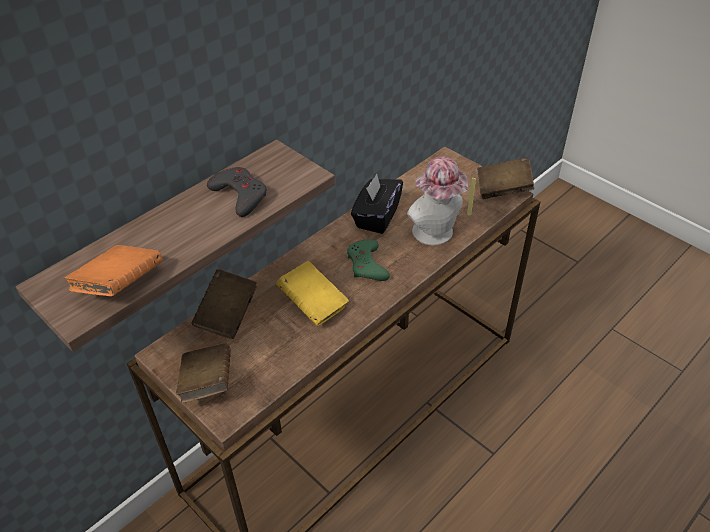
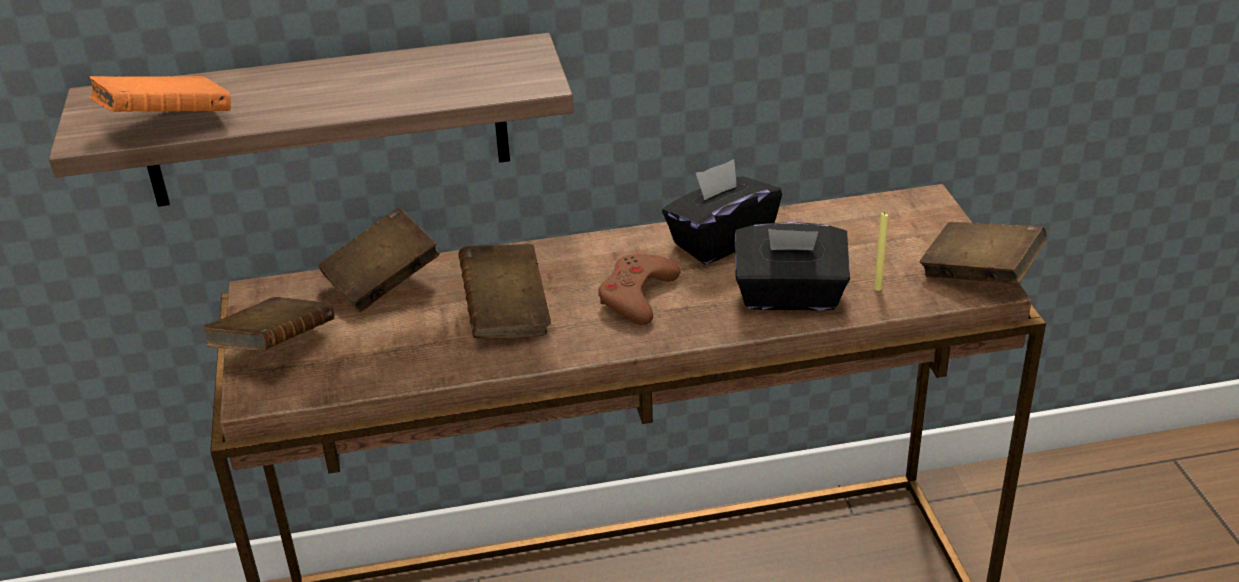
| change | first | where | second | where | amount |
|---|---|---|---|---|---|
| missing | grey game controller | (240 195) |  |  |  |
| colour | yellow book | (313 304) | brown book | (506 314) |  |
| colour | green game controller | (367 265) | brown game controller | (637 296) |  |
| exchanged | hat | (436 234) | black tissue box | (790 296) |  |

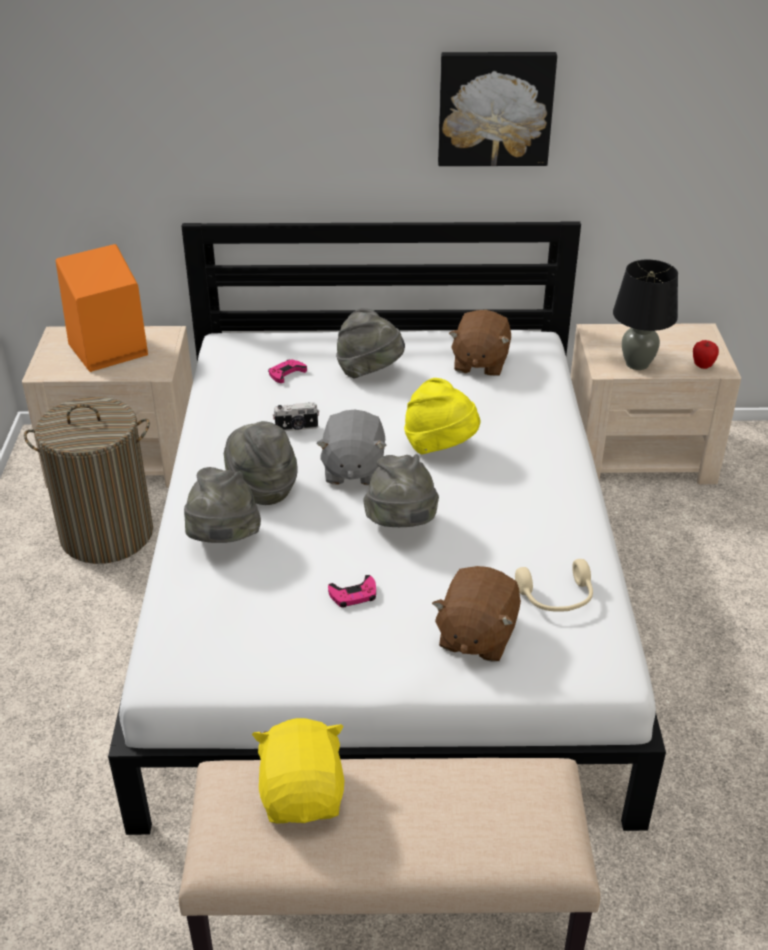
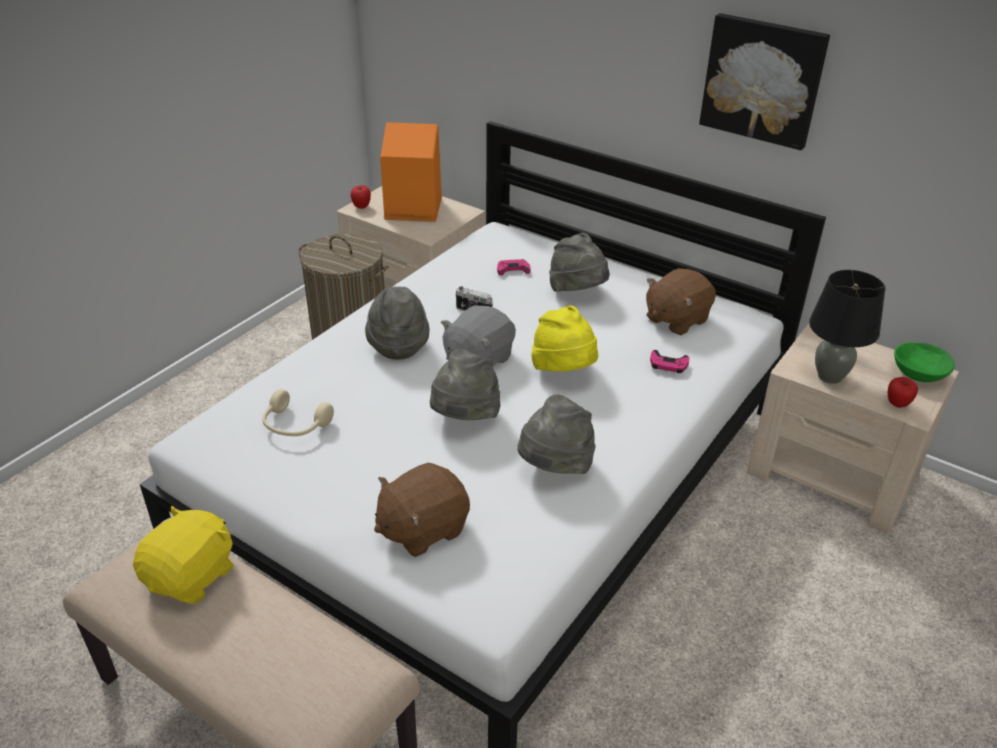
| change | first | where | second | where | amount |
|---|---|---|---|---|---|
| relocated | grey hat | (223 541) |  | (555 467) |  |
| relocated | pink game controller | (353 595) |  | (668 365) |  |
| relocated | beige headphones | (556 598) |  | (294 425) |  |
| appeared |  |  | apple | (361 207) |  |
| appeared |  |  | green bowl | (917 374) |  |

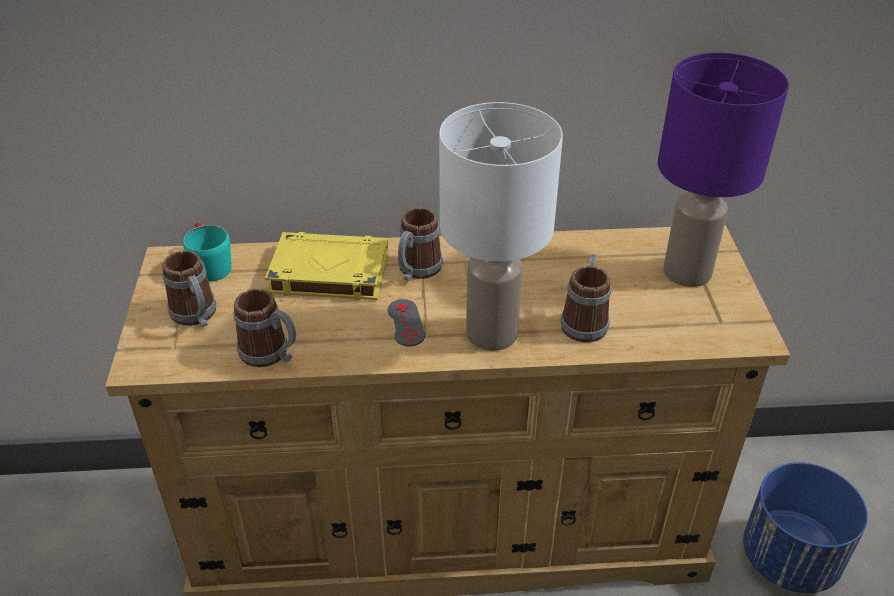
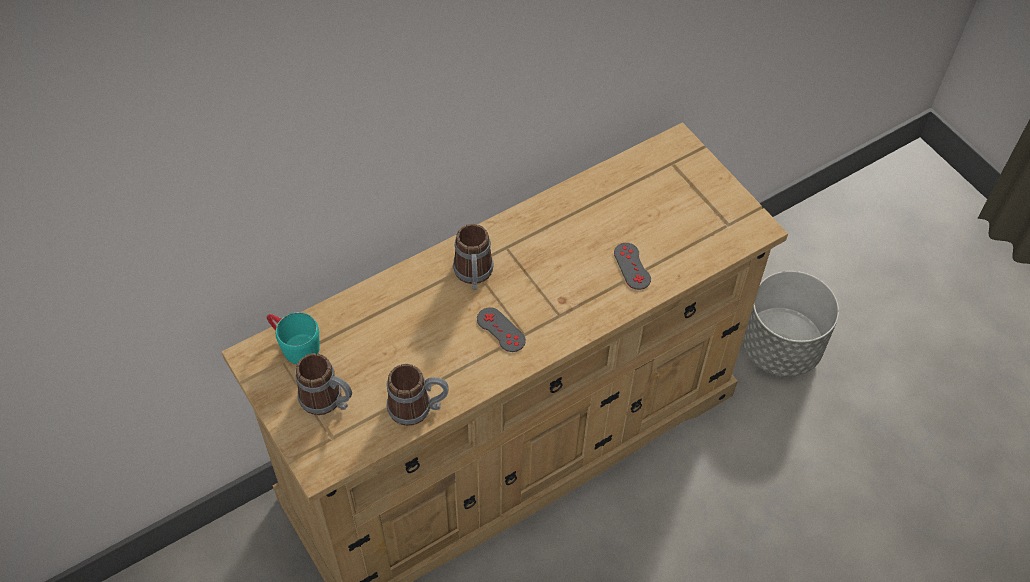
| change | first | where | second | where | amount |
|---|---|---|---|---|---|
| missing | yellow book | (328 273) |  |  |  |
| missing | white table lamp | (490 332) |  |  |  |
| exchanged | mug | (585 320) | grey game controller | (632 266) |  |
| missing | purple table lamp | (685 272) |  |  |  |
| colour | blue planter | (790 558) | grey planter | (781 348) |  |

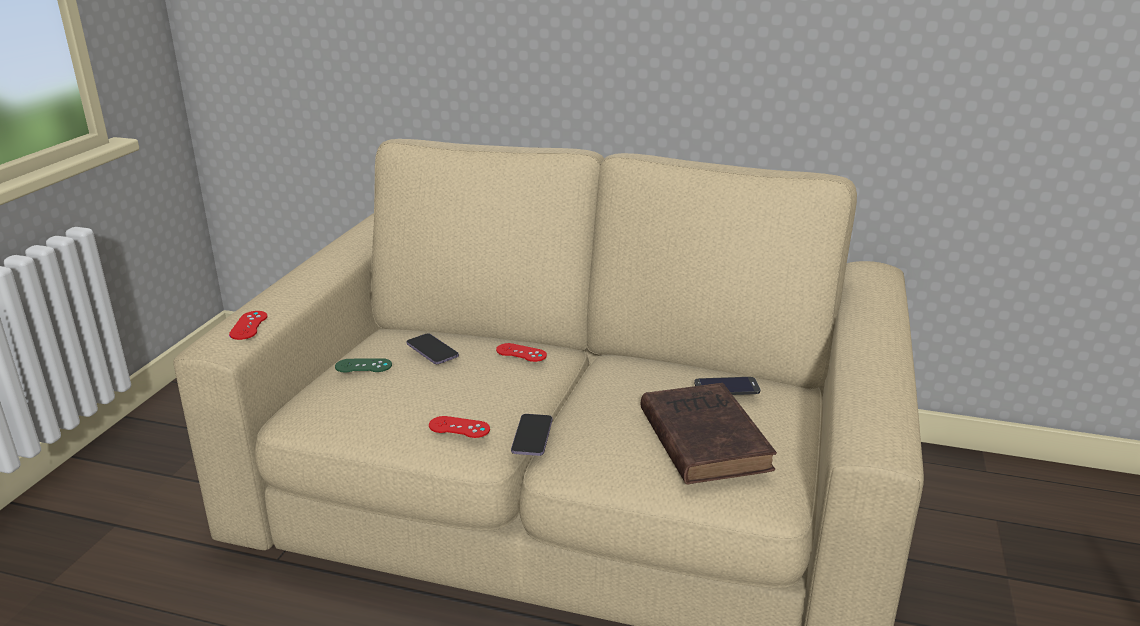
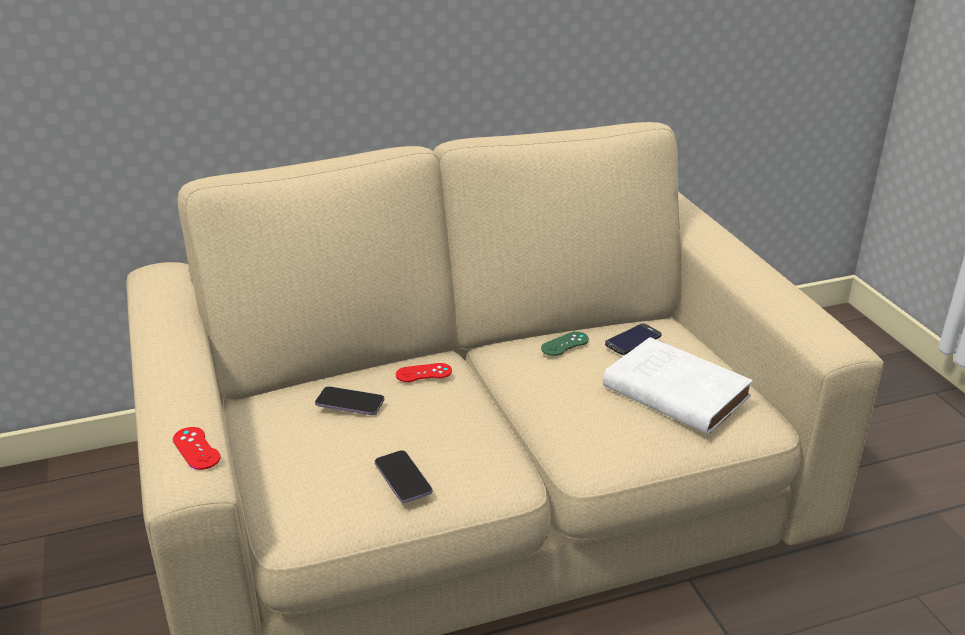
| change | first | where | second | where | amount |
|---|---|---|---|---|---|
| relocated | green game controller | (363 366) |  | (565 344) |  |
| missing | red game controller | (459 427) |  |  |  |
| relocated | phone | (532 436) |  | (403 478) |  |
| colour | brown book | (702 437) | white book | (672 390) |  |

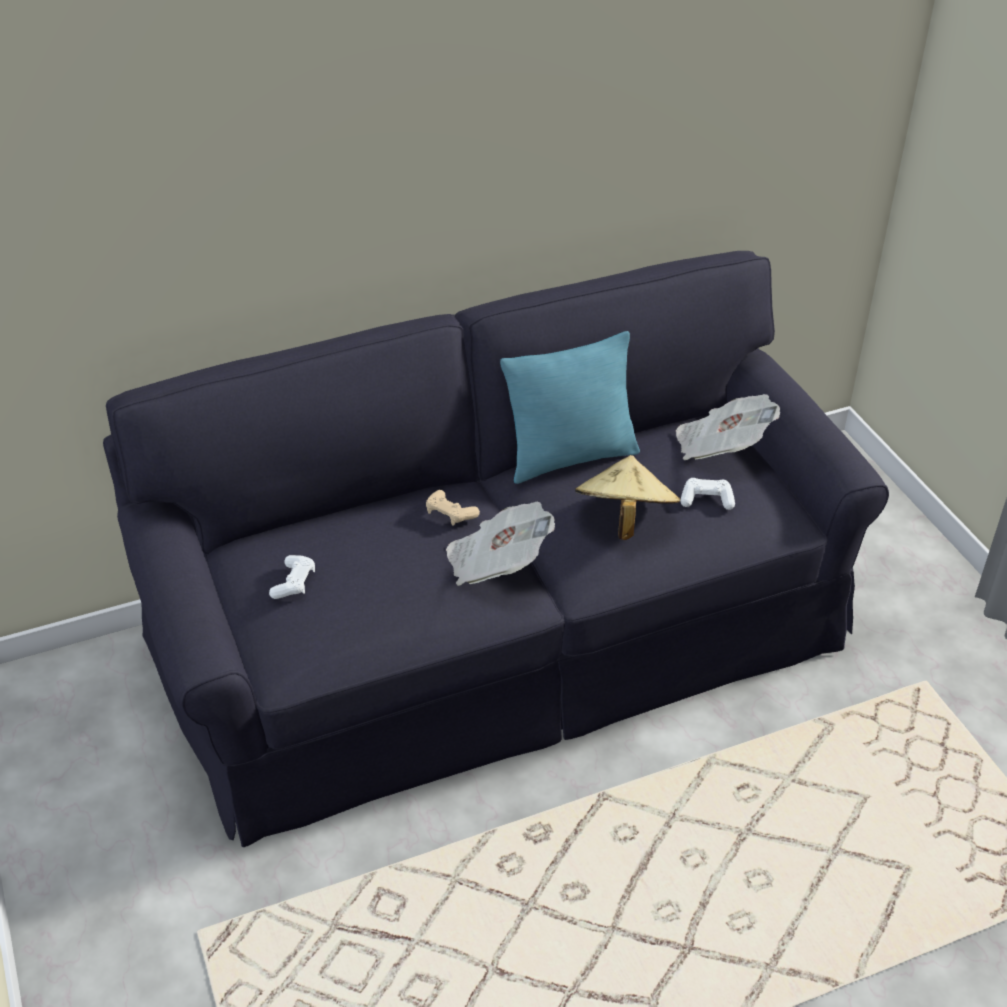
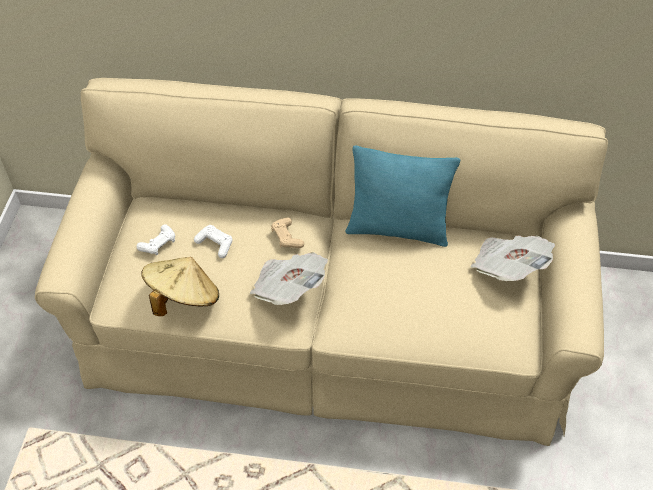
| change | first | where | second | where | amount |
|---|---|---|---|---|---|
| colour | black sofa | (503 638) | beige sofa | (326 324) |  |
| relocated | beige hat | (624 520) |  | (183 298) |  |
| relocated | white game controller | (707 500) |  | (215 244) |  |

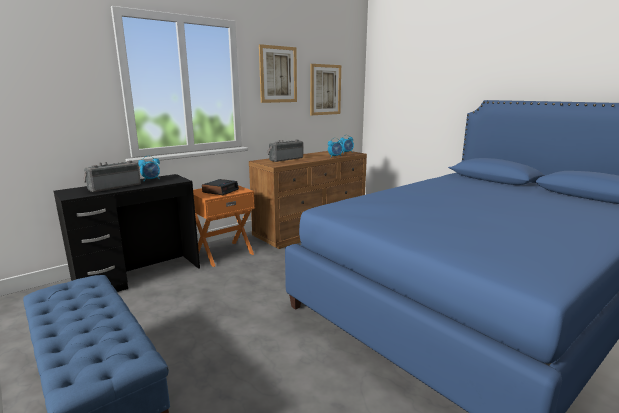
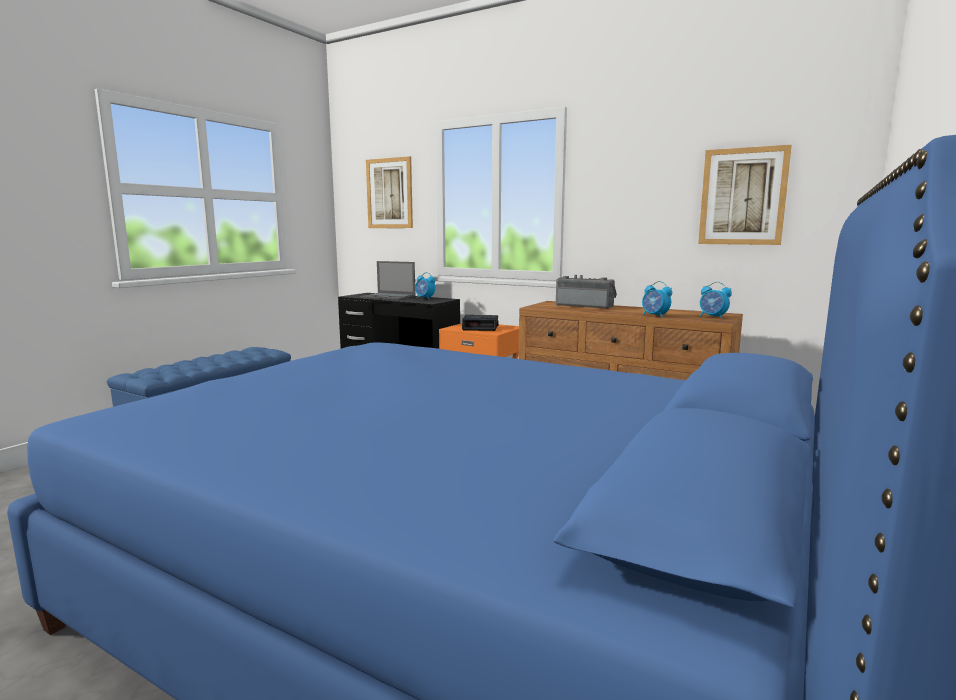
| change | first | where | second | where | amount |
|---|---|---|---|---|---|
| exchanged | radio | (114 187) | laptop | (388 297) |  |
| relocated | picture | (278 74) |  | (389 193) |  |

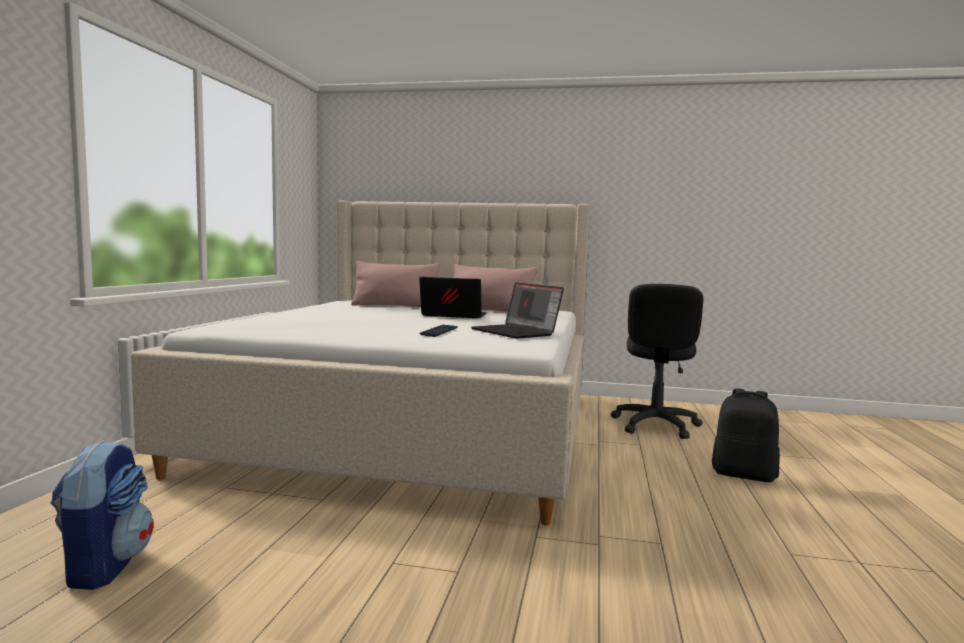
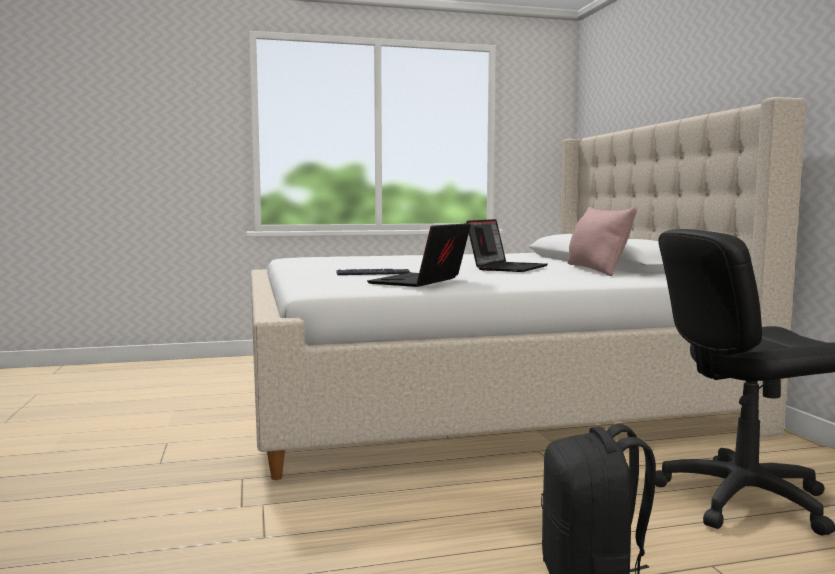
| change | first | where | second | where | amount |
|---|---|---|---|---|---|
| missing | backpack | (105 566) |  |  |  |
| missing | pink pillow | (395 306) |  |  |  |
| spun | laptop | (452 315) |  | (507 268) | 45 degrees clockwise |

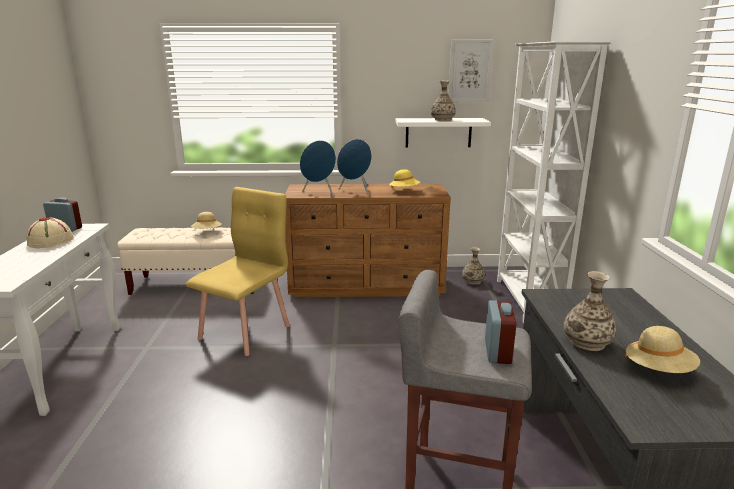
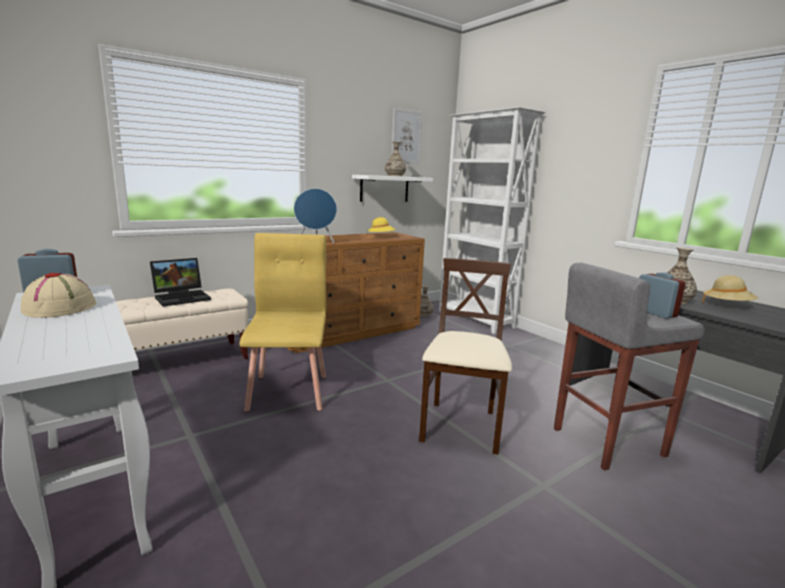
| change | first | where | second | where | amount |
|---|---|---|---|---|---|
| exchanged | beige hat | (207 232) | laptop | (183 297) |  |
| missing | blue speaker | (355 191) |  |  |  |
| appeared |  |  | beige chair | (461 427) |  |

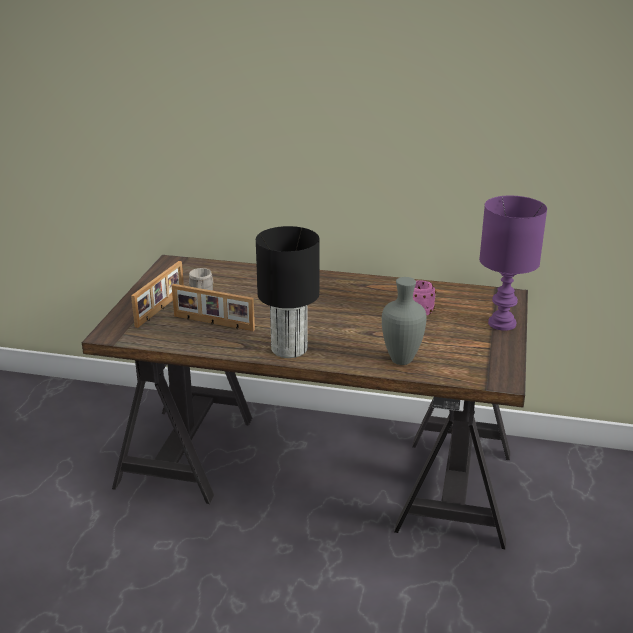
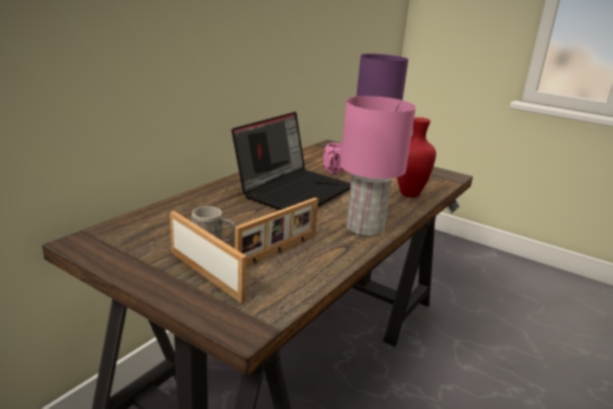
| change | first | where | second | where | amount |
|---|---|---|---|---|---|
| colour | black table lamp | (290 349) | pink table lamp | (364 227) |  |
| colour | grey vase | (402 359) | red vase | (408 194) |  |
| appeared |  |  | laptop | (294 190) |  |

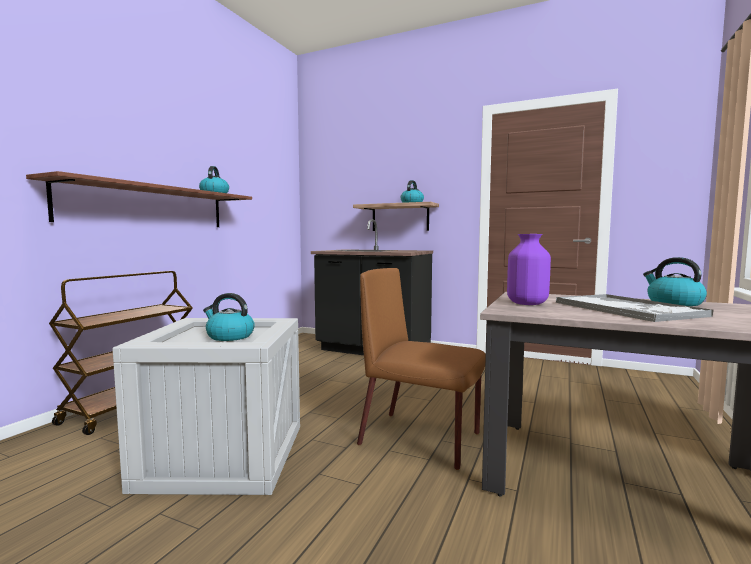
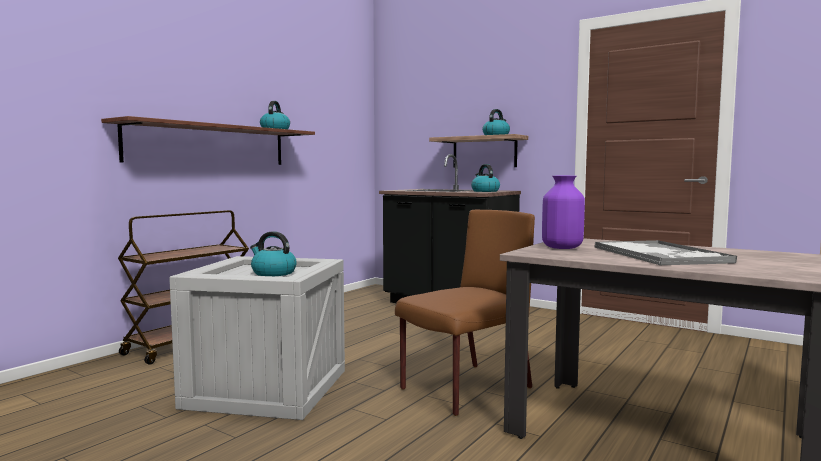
| change | first | where | second | where | amount |
|---|---|---|---|---|---|
| spun | brown chair | (422 439) |  | (464 389) | 105 degrees clockwise |
| relocated | kettle | (673 303) |  | (484 191) |  |

